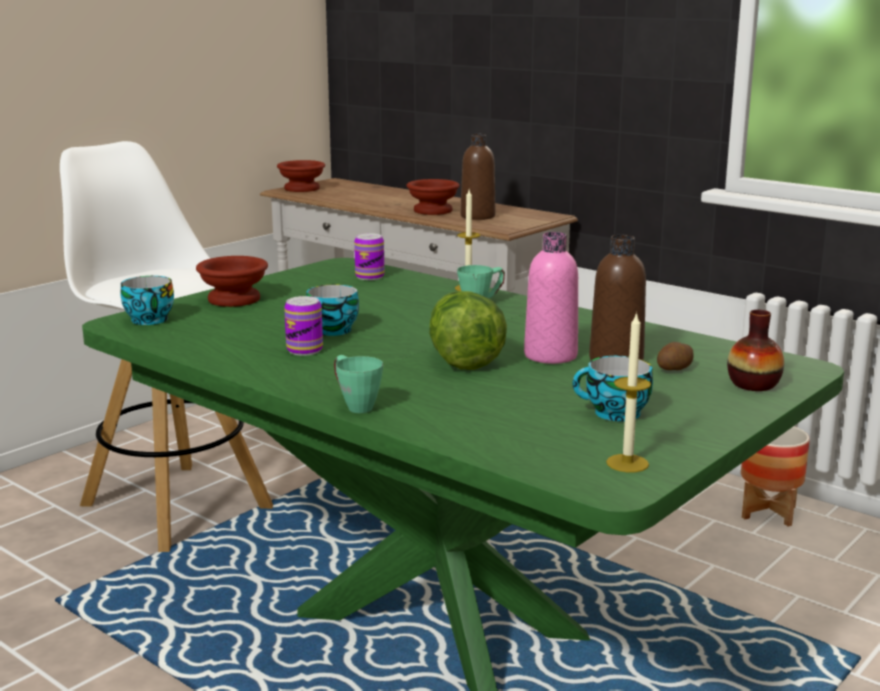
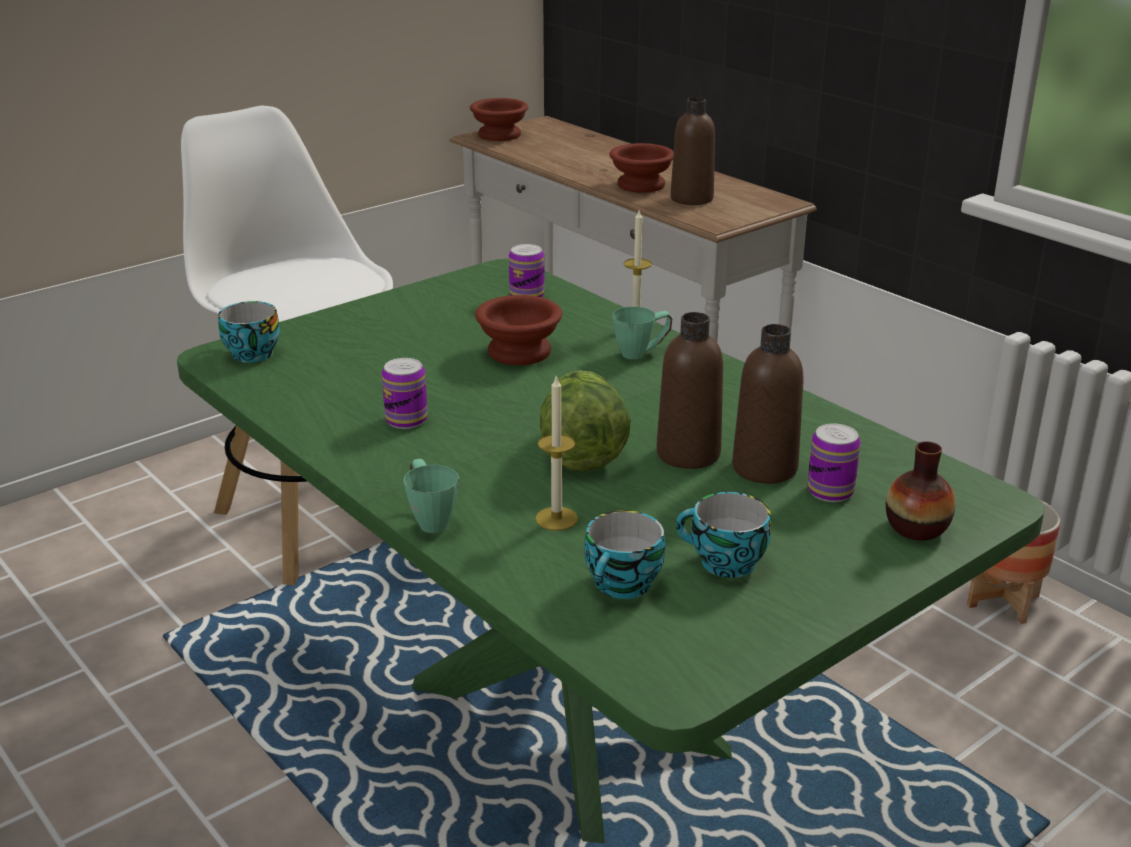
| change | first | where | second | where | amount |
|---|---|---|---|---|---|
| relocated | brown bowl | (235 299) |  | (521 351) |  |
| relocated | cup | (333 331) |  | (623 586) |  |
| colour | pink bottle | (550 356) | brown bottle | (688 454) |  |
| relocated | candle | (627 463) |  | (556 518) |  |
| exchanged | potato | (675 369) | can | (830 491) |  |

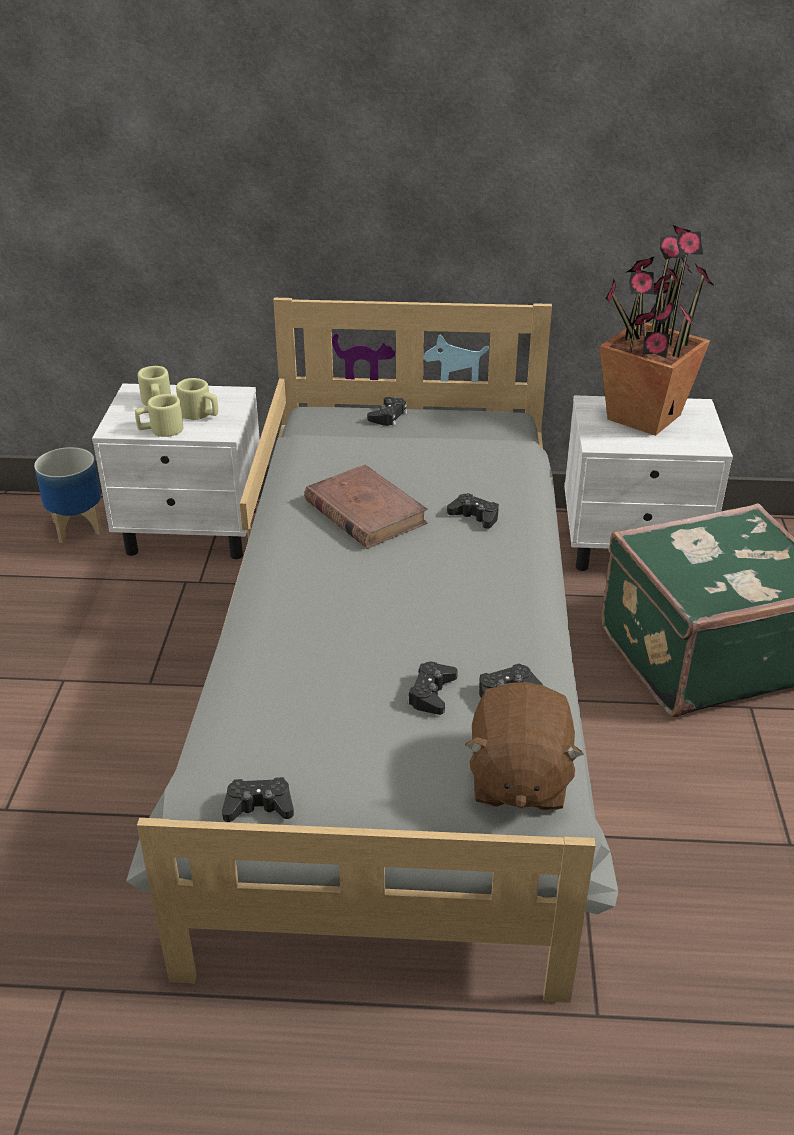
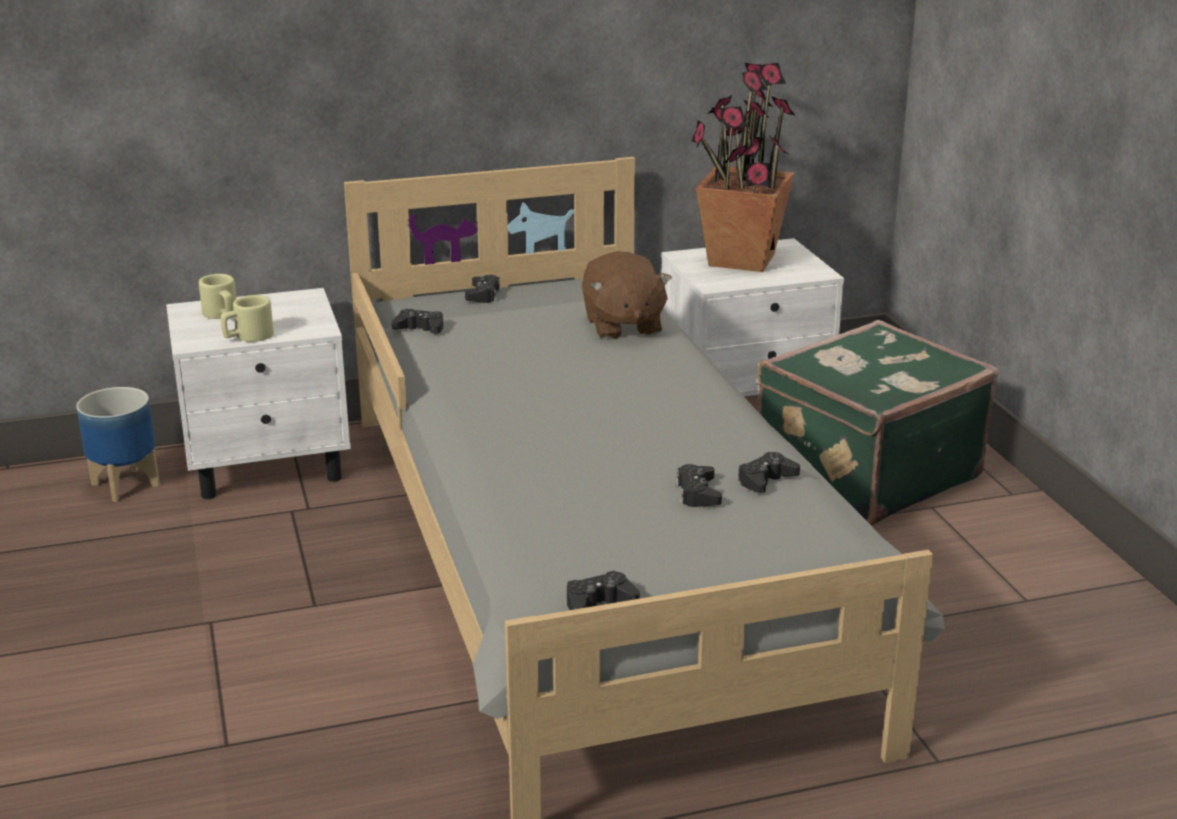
| change | first | where | second | where | amount |
|---|---|---|---|---|---|
| missing | beige mug | (200 414) |  |  |  |
| missing | brown book | (365 512) |  |  |  |
| relocated | black game controller | (475 516) |  | (420 328) |  |
| relocated | brown plush toy | (518 778) |  | (622 326) |  |

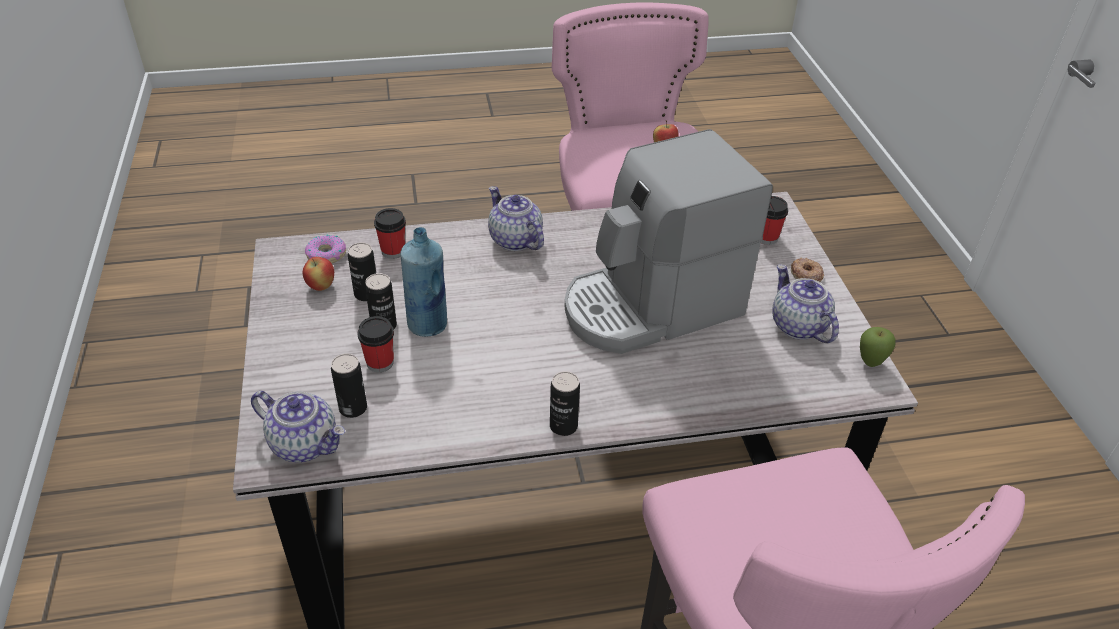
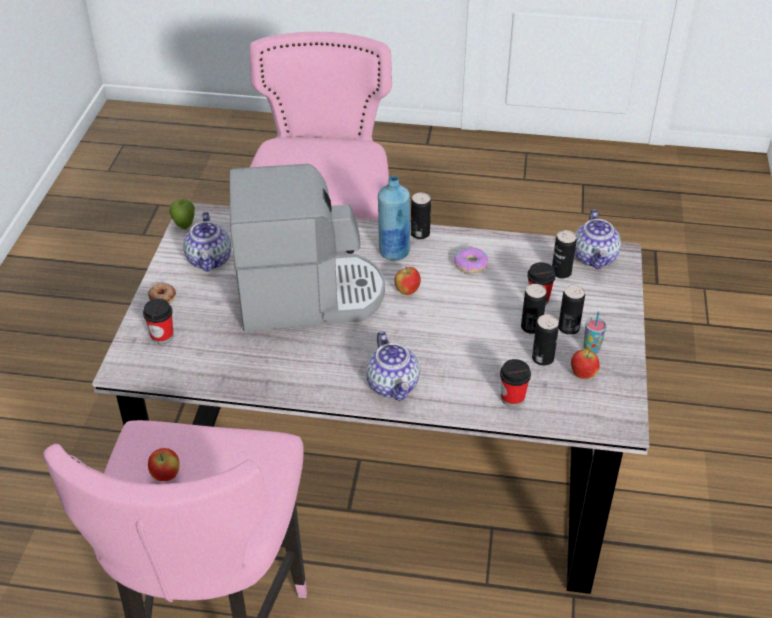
| change | first | where | second | where | amount |
|---|---|---|---|---|---|
| spun | teapot | (305 443) |  | (595 258) | 135 degrees counterclockwise |
| relocated | donut | (326 255) |  | (470 264) |  |
| relocated | blue bottle | (428 325) |  | (393 252) |  |
| appeared |  |  | apple | (407 291) |  |
| appeared |  |  | can | (568 328) |  |
| appeared |  |  | cup | (591 349) |  |

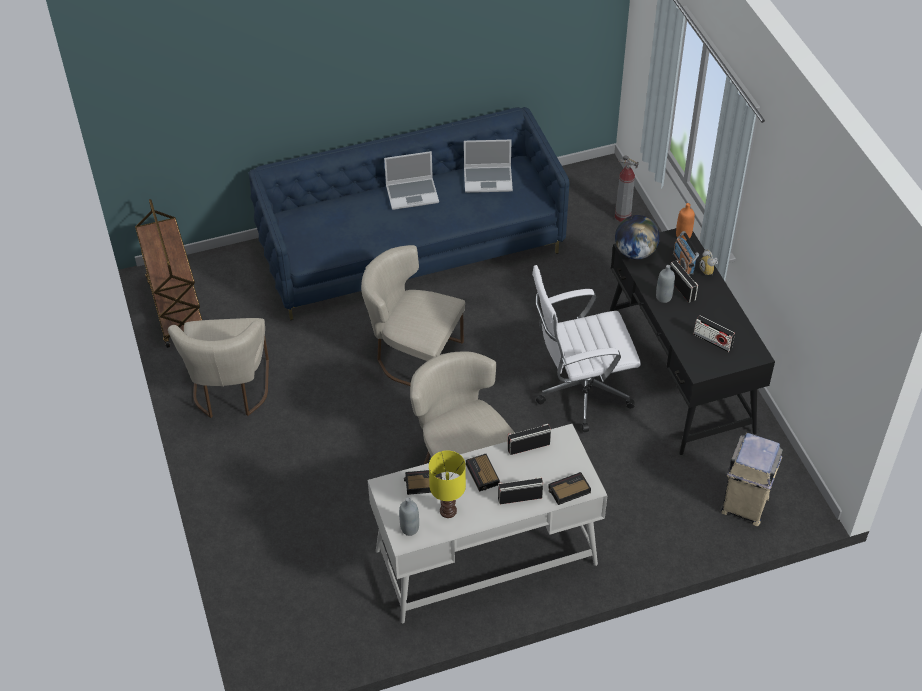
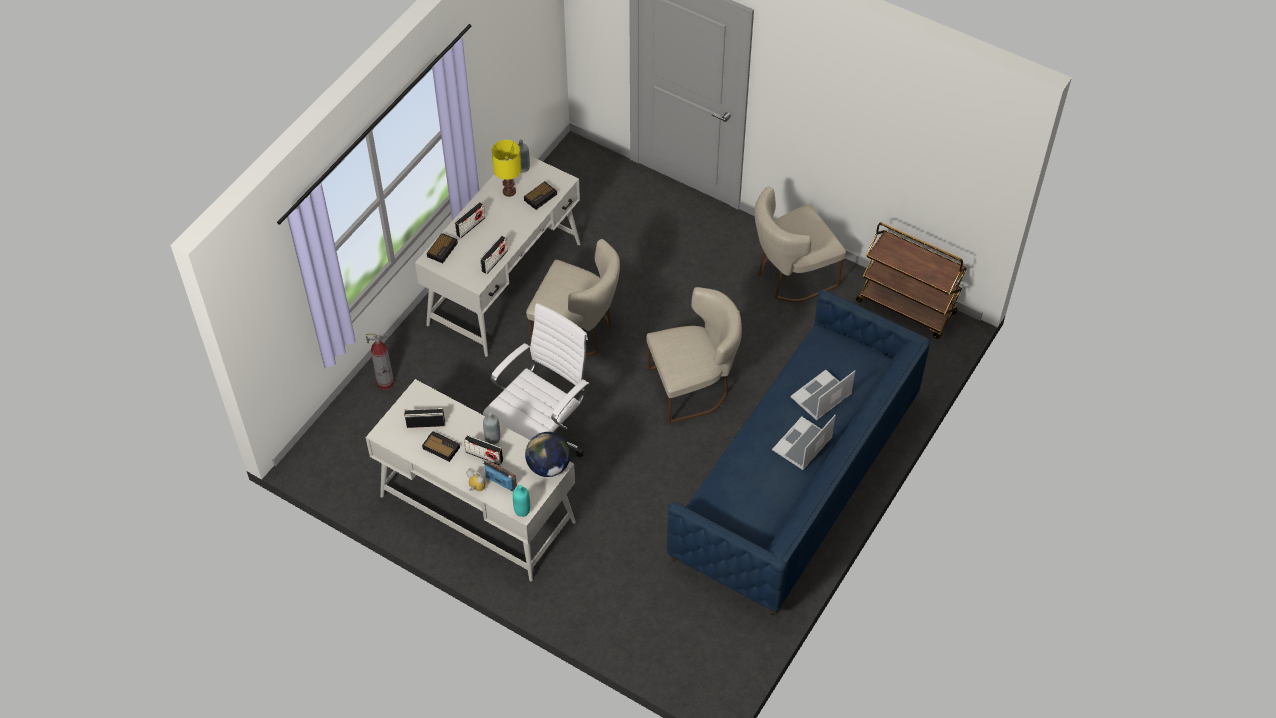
| change | first | where | second | where | amount |
|---|---|---|---|---|---|
| spun | beige chair | (230 392) |  | (791 276) | 75 degrees counterclockwise |
| relocated | laptop | (488 179) |  | (821 397) |  |
| relocated | alarm clock | (482 475) |  | (440 447) |  |
| colour | black desk | (678 374) | white desk | (477 508) |  |
| relocated | fire extinguisher | (622 216) |  | (385 382) |  |
| colour | orange bottle | (683 236) | turquoise bottle | (522 510) |  |
| missing | beige trash can | (744 505) |  |  |  |

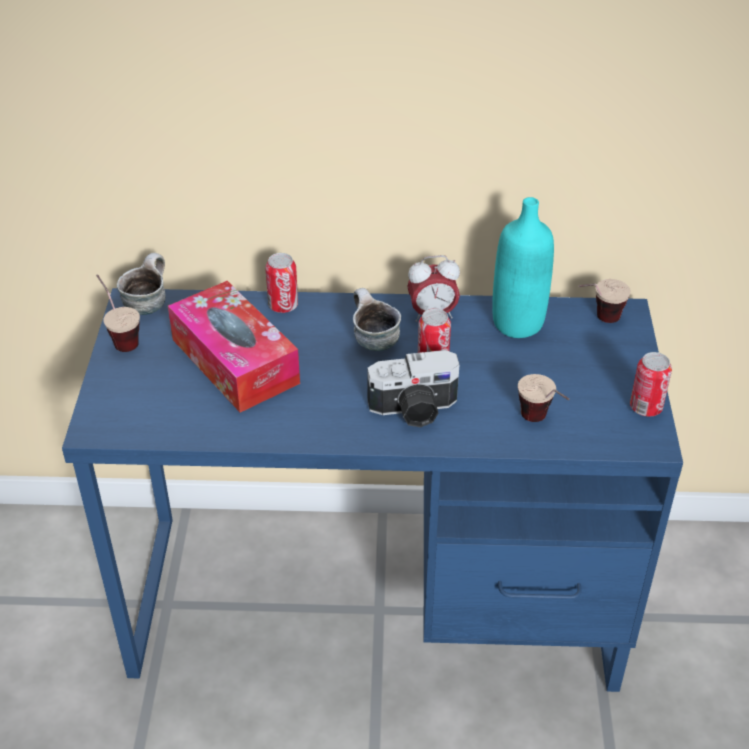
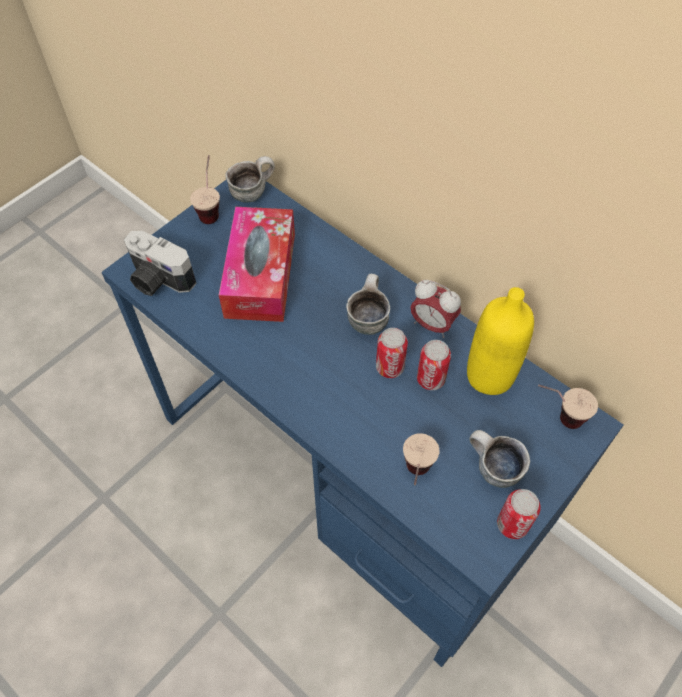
| change | first | where | second | where | amount |
|---|---|---|---|---|---|
| relocated | can | (283 306) |  | (430 379) |  |
| relocated | photo camera | (414 410) |  | (158 280) |  |
| colour | turquoise bottle | (517 323) | yellow bottle | (489 376) |  |
| appeared |  |  | mug | (492 469) |  |

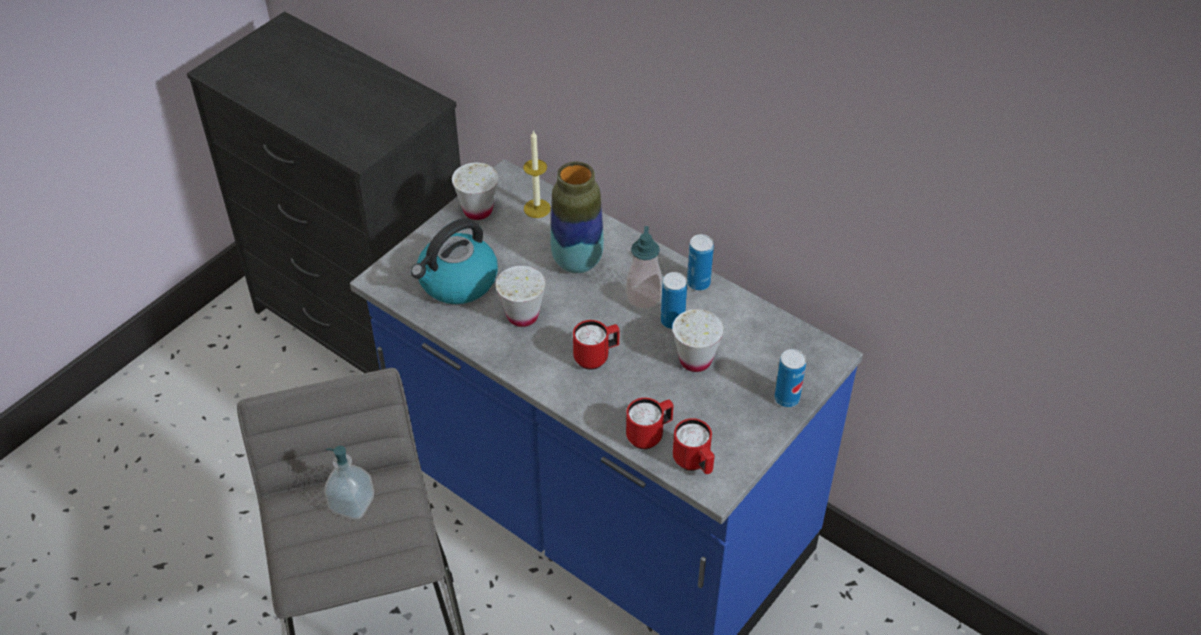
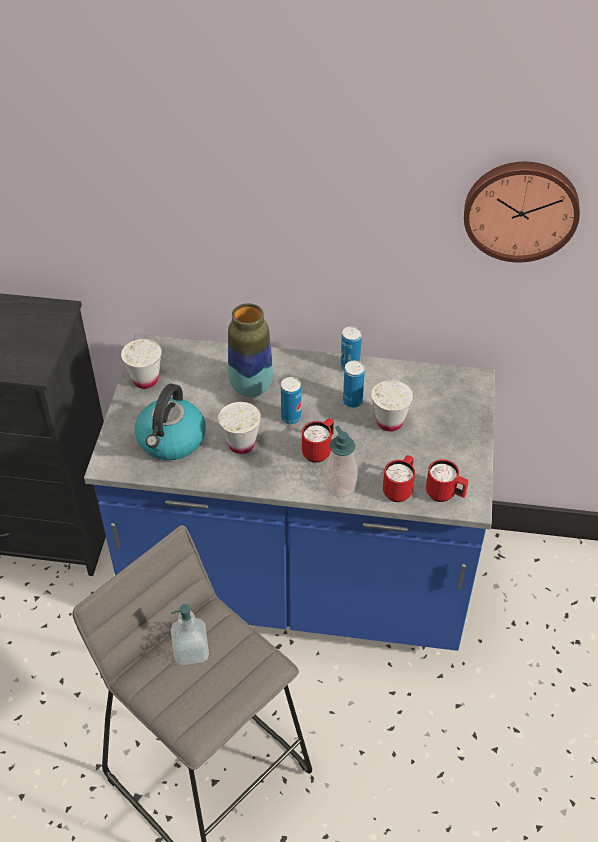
| change | first | where | second | where | amount |
|---|---|---|---|---|---|
| missing | candle | (537 208) |  |  |  |
| relocated | soap dispenser | (643 297) |  | (340 485) |  |
| relocated | can | (787 398) |  | (291 418) |  |
| appeared |  |  | wall clock | (521 209) |  |

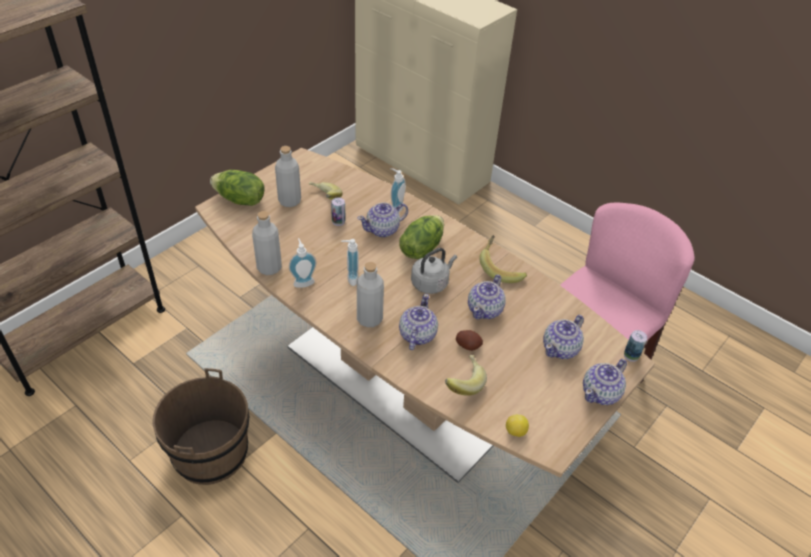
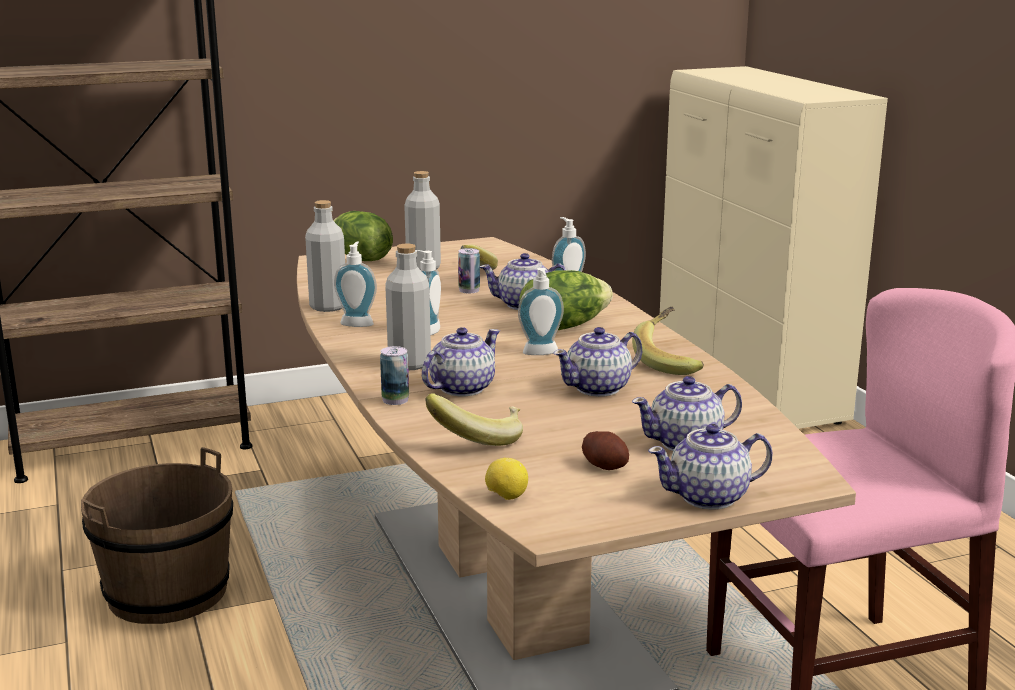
| change | first | where | second | where | amount |
|---|---|---|---|---|---|
| exchanged | grey kettle | (431 283) | soap dispenser | (541 353) |  |
| relocated | potato | (468 345) |  | (605 466) |  |
| relocated | can | (631 355) |  | (395 400) |  |

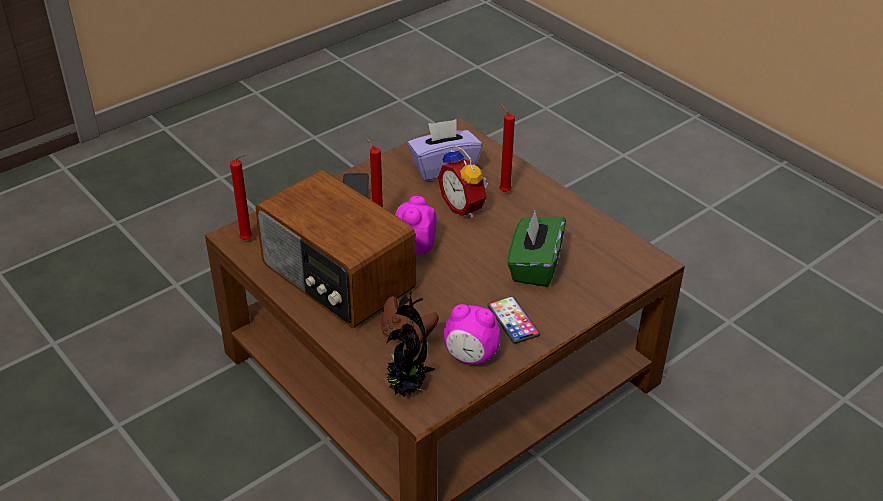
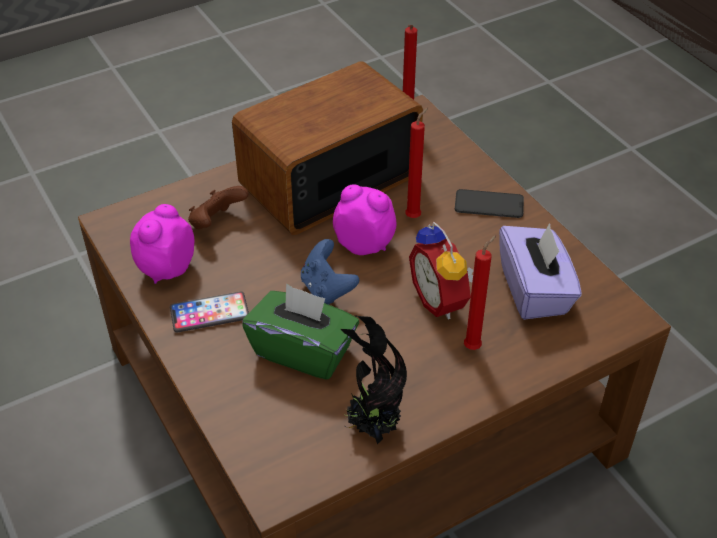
| change | first | where | second | where | amount |
|---|---|---|---|---|---|
| relocated | potted plant | (407 388) |  | (370 426) |  |
| spun | alarm clock | (464 207) |  | (442 300) | 90 degrees counterclockwise |
| appeared |  |  | blue game controller | (327 289) |  |

